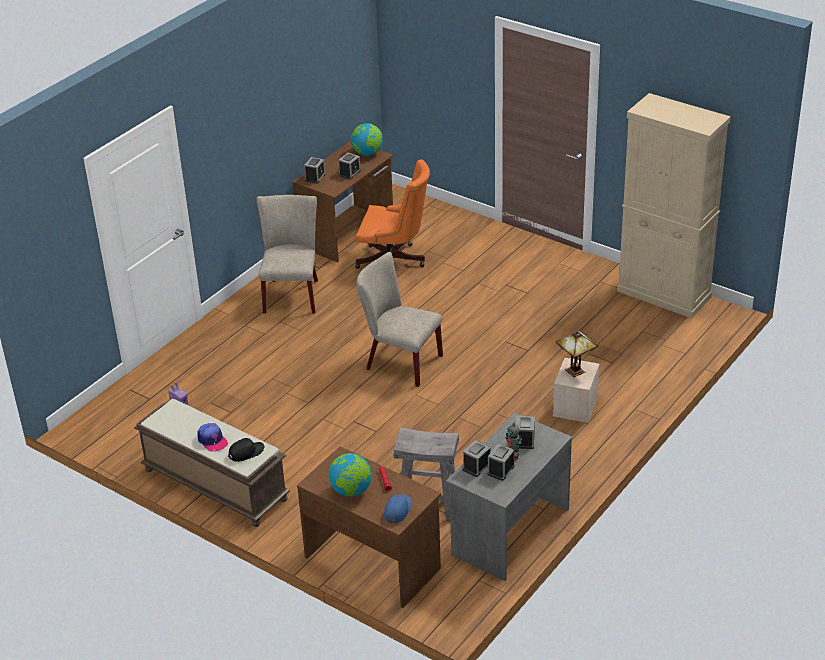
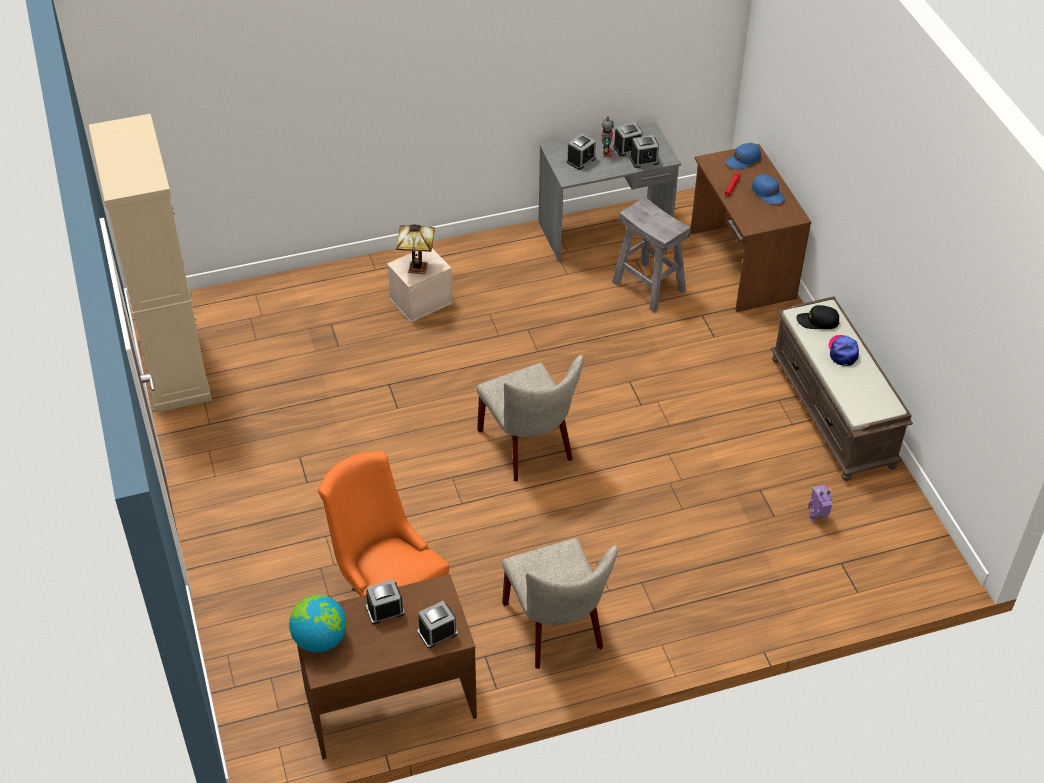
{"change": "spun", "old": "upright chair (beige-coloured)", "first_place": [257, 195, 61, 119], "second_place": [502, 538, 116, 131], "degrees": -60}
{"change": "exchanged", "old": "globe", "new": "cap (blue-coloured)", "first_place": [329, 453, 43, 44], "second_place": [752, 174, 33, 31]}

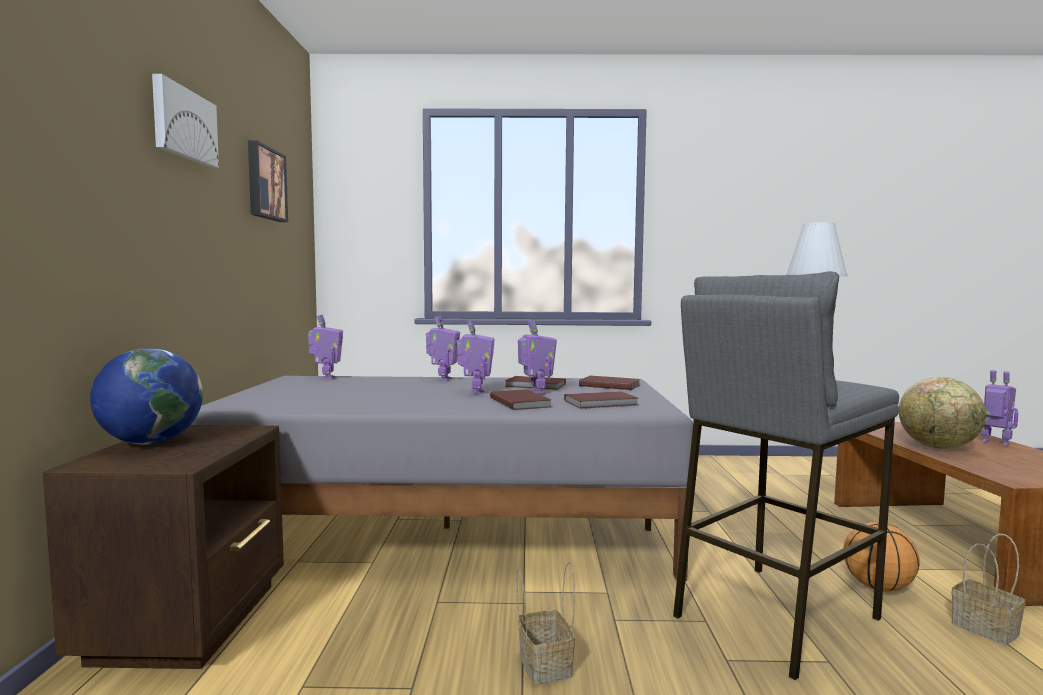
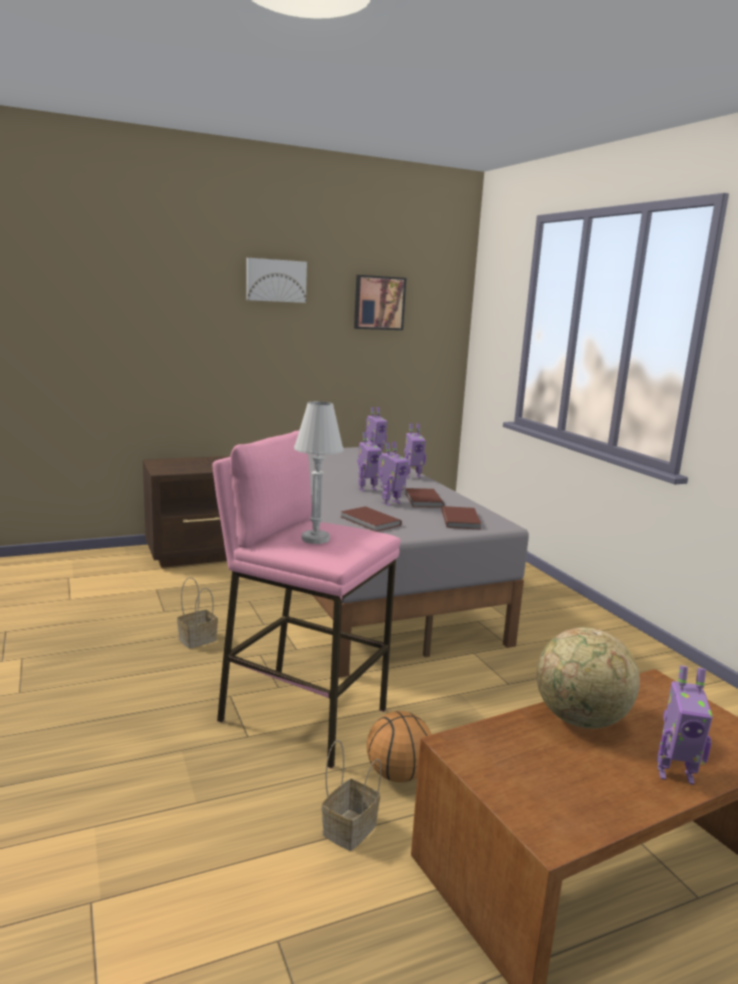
{"change": "colour", "old": "stool (greyish)", "new": "stool (pink)", "first_place": [673, 271, 226, 409], "second_place": [212, 431, 189, 338]}
{"change": "missing", "old": "globe", "first_place": [90, 348, 113, 97]}
{"change": "spun", "old": "model robot", "first_place": [981, 370, 37, 76], "second_place": [657, 665, 56, 120], "degrees": 75}
{"change": "missing", "old": "bound book (brown)", "first_place": [490, 389, 61, 21]}

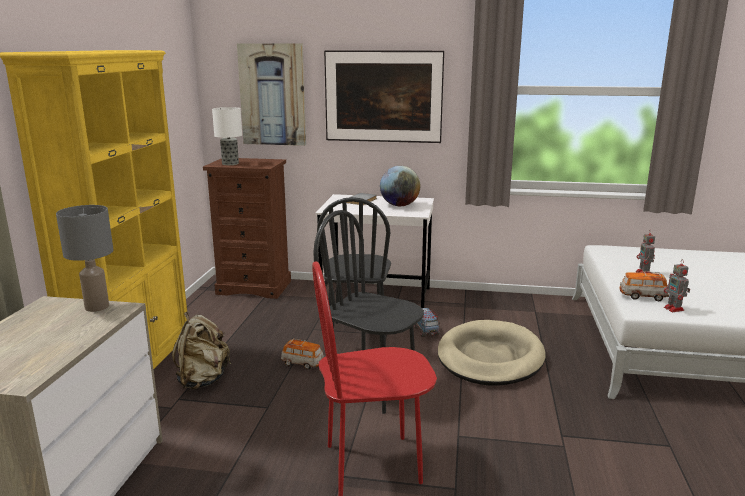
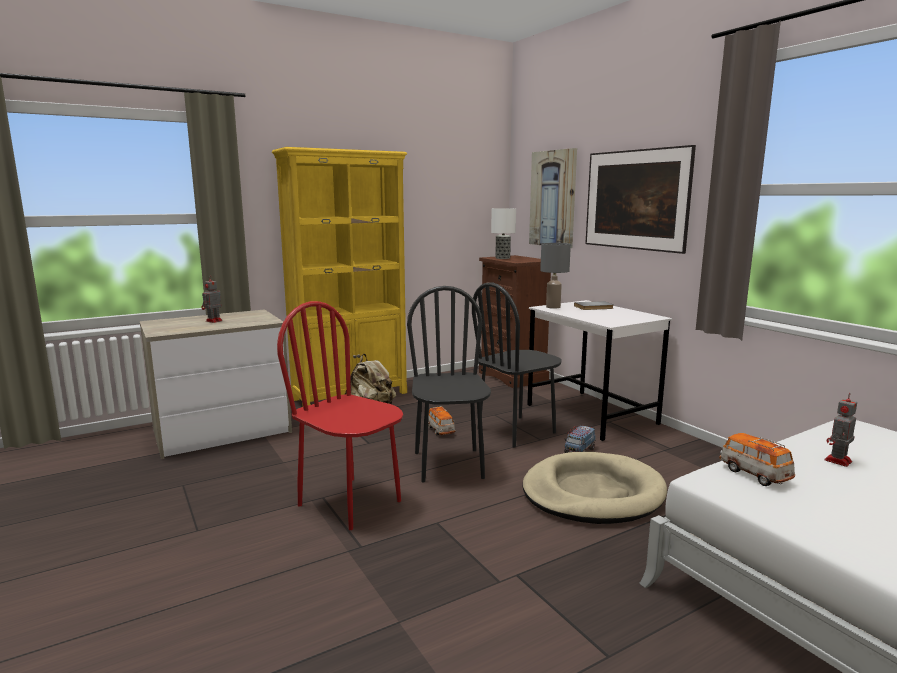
{"change": "missing", "old": "globe", "first_place": [380, 166, 40, 40]}
{"change": "relocated", "old": "table lamp (greyish)", "first_place": [56, 205, 58, 107], "second_place": [540, 243, 31, 66]}
{"change": "relocated", "old": "model robot", "first_place": [664, 259, 26, 53], "second_place": [201, 279, 21, 44]}

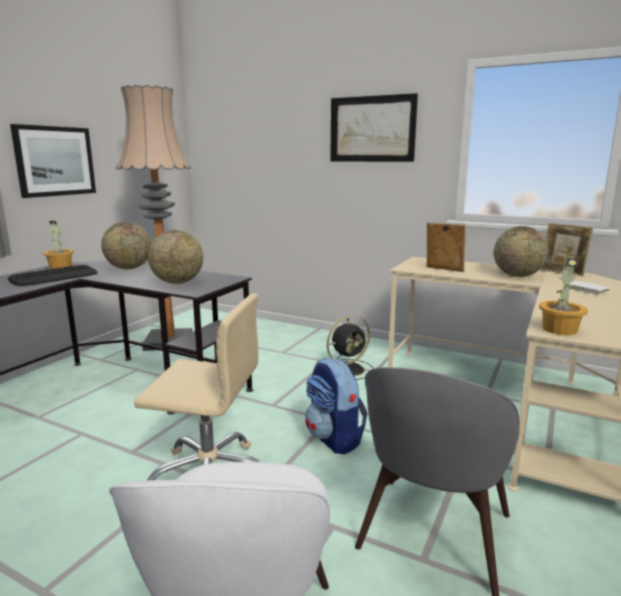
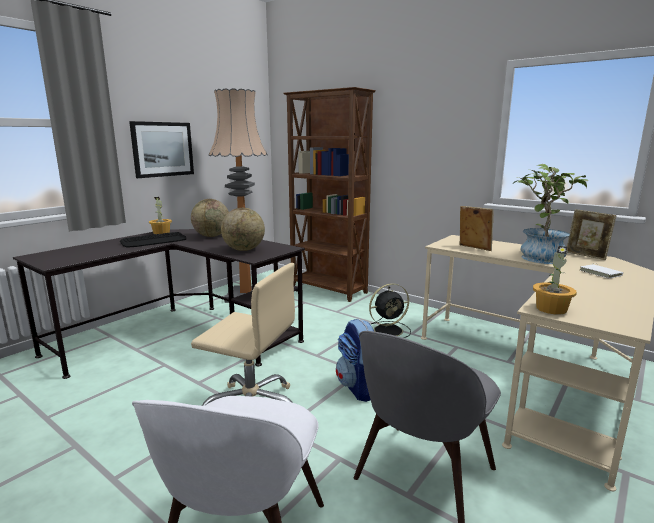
{"change": "missing", "old": "picture", "first_place": [330, 93, 88, 69]}
{"change": "exchanged", "old": "globe", "new": "plant in a pot", "first_place": [494, 226, 55, 51], "second_place": [513, 164, 75, 100]}
{"change": "appeared", "new": "shelving unit (brown)", "second_place": [283, 87, 93, 215]}

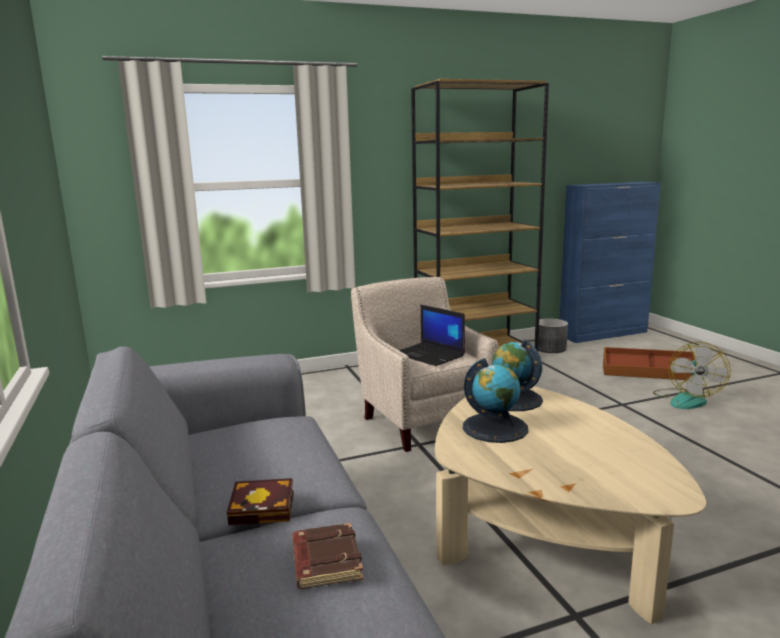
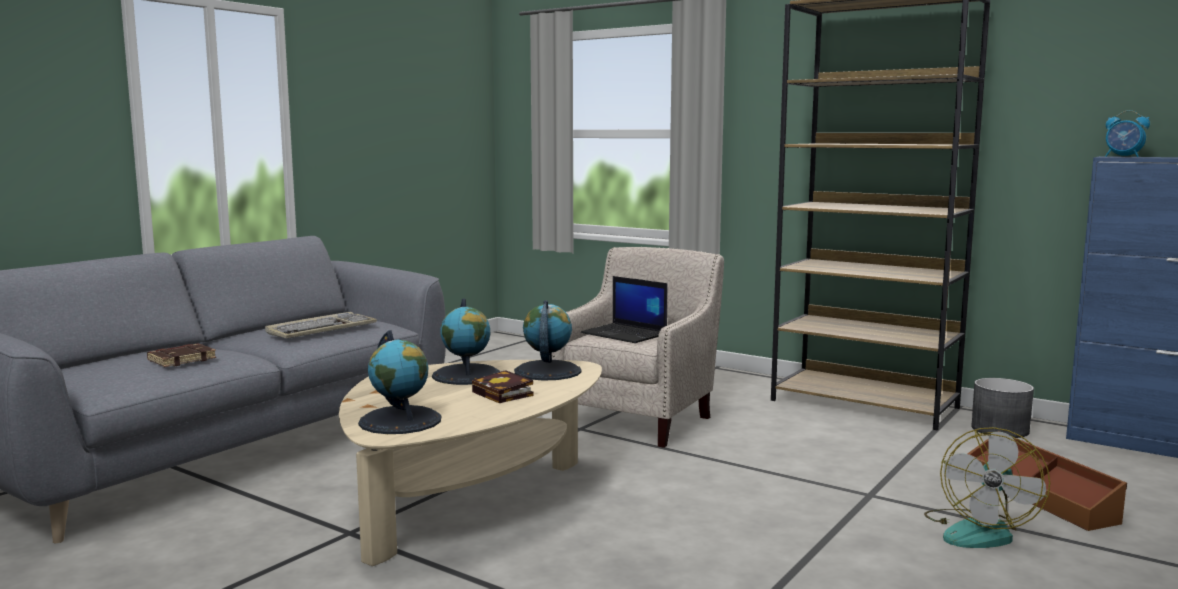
{"change": "spun", "old": "laptop", "first_place": [399, 305, 66, 61], "second_place": [581, 276, 86, 67], "degrees": -60}
{"change": "spun", "old": "fan", "first_place": [653, 342, 78, 67], "second_place": [924, 427, 126, 121], "degrees": -45}
{"change": "relocated", "old": "bound book", "first_place": [227, 478, 67, 47], "second_place": [472, 370, 62, 33]}
{"change": "appeared", "new": "alarm clock", "second_place": [1105, 110, 45, 47]}
{"change": "appeared", "new": "PC keyboard", "second_place": [265, 312, 112, 26]}
{"change": "appeared", "new": "globe", "second_place": [358, 330, 83, 104]}

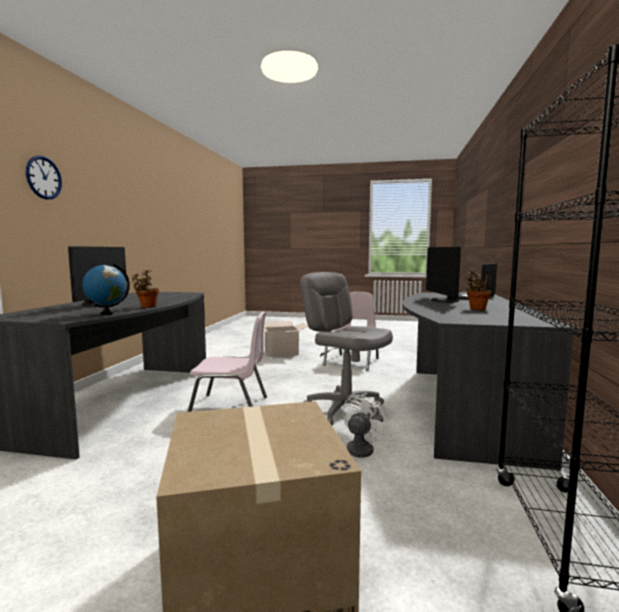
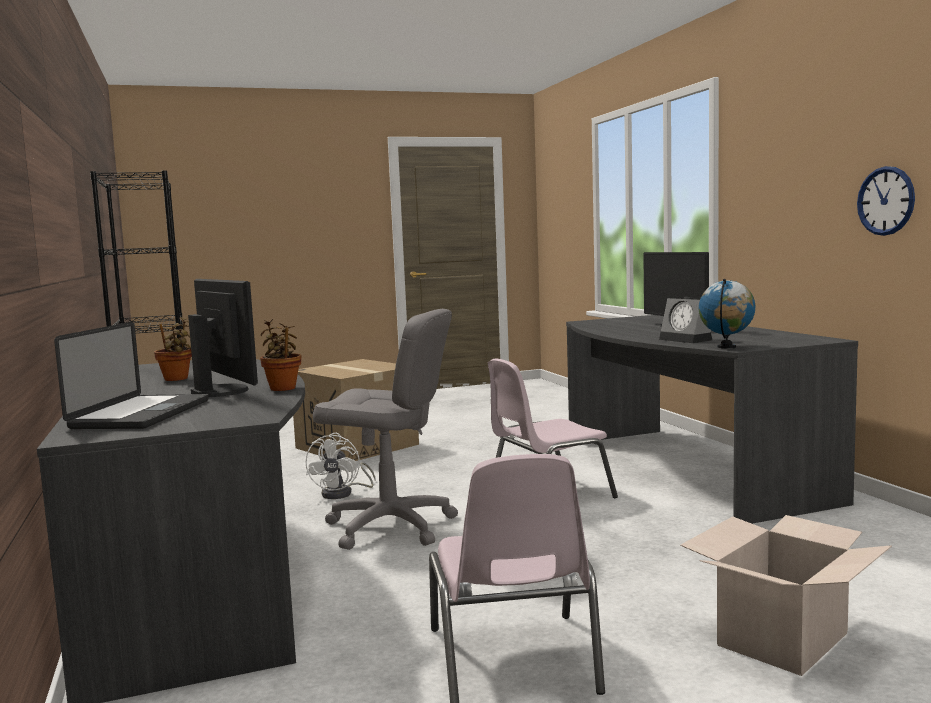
{"change": "relocated", "old": "clock on the wall", "first_place": [26, 156, 36, 43], "second_place": [857, 166, 58, 70]}
{"change": "relocated", "old": "globe", "first_place": [82, 263, 48, 52], "second_place": [699, 279, 56, 69]}
{"change": "relocated", "old": "plant in a pot", "first_place": [131, 270, 28, 38], "second_place": [260, 319, 42, 72]}
{"change": "appeared", "new": "alarm clock", "second_place": [659, 297, 53, 46]}

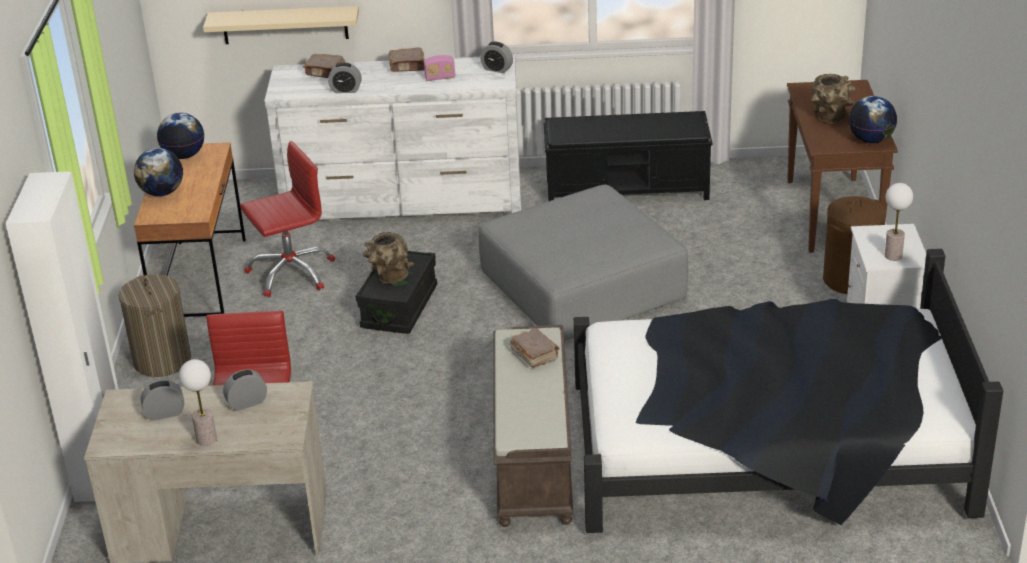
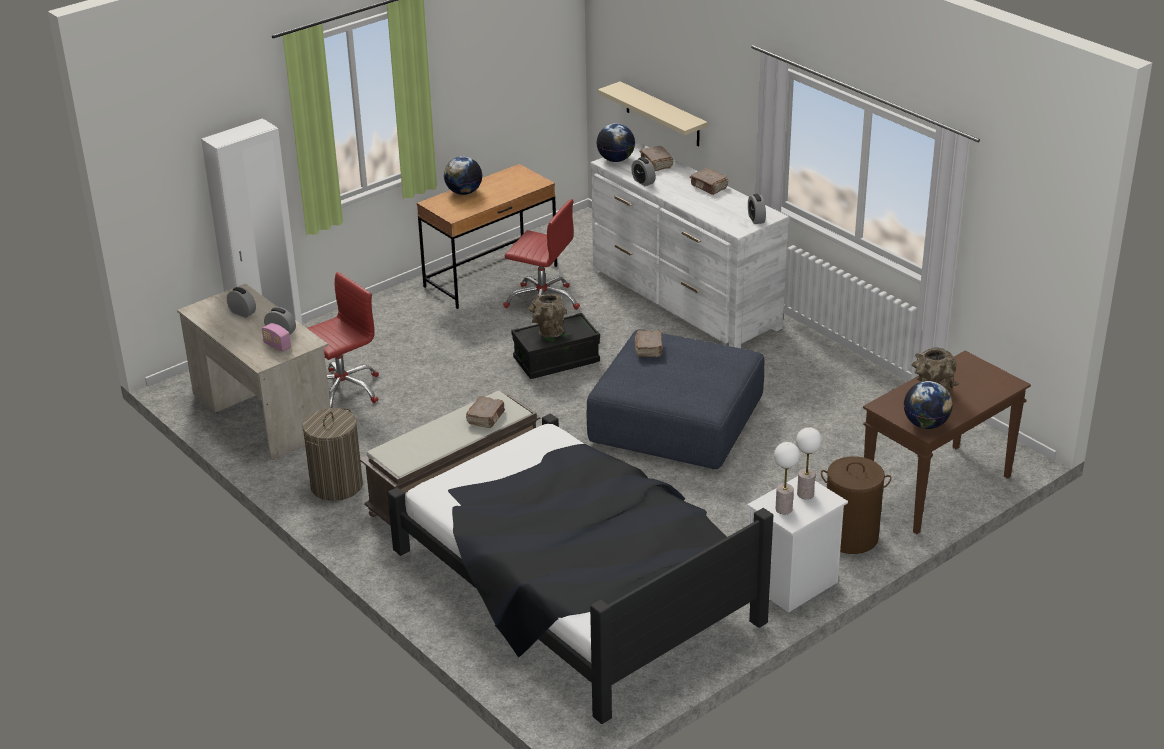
{"change": "relocated", "old": "radio", "first_place": [424, 55, 31, 26], "second_place": [262, 323, 29, 29]}
{"change": "missing", "old": "indoor bench (black-coloured)", "first_place": [544, 111, 169, 90]}
{"change": "relocated", "old": "globe", "first_place": [157, 113, 47, 46], "second_place": [596, 123, 39, 39]}
{"change": "colour", "old": "ottoman (greyish)", "new": "ottoman (blue-coloured)", "first_place": [478, 185, 210, 156], "second_place": [587, 329, 177, 140]}
{"change": "relocated", "old": "hamper", "first_place": [119, 274, 72, 103], "second_place": [302, 408, 61, 93]}
{"change": "relocated", "old": "table lamp", "first_place": [179, 359, 38, 87], "second_place": [796, 427, 26, 72]}
{"change": "appeared", "new": "bound book (brown)", "second_place": [635, 330, 28, 27]}

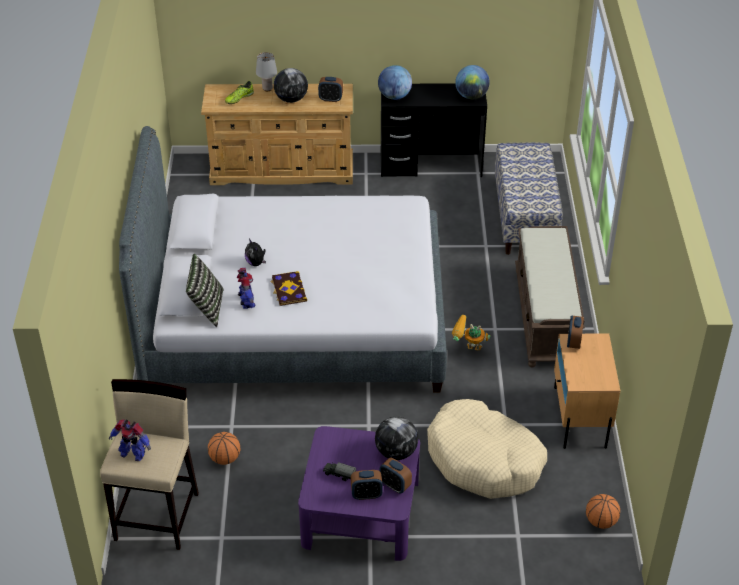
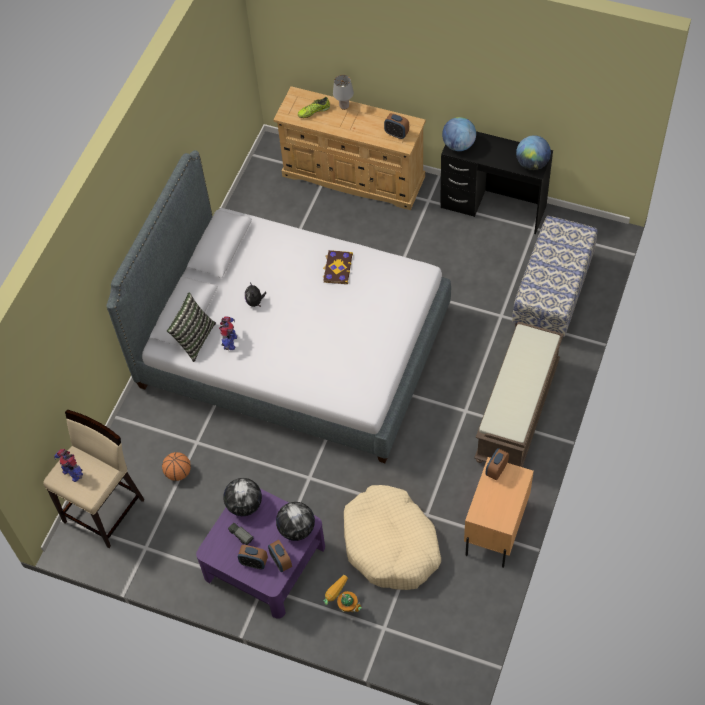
{"change": "relocated", "old": "globe", "first_place": [274, 68, 34, 35], "second_place": [223, 478, 39, 38]}
{"change": "relocated", "old": "bound book", "first_place": [270, 271, 37, 35], "second_place": [323, 250, 30, 34]}
{"change": "relocated", "old": "model robot", "first_place": [452, 315, 39, 36], "second_place": [324, 575, 38, 37]}
{"change": "missing", "old": "basketball", "first_place": [586, 494, 34, 35]}

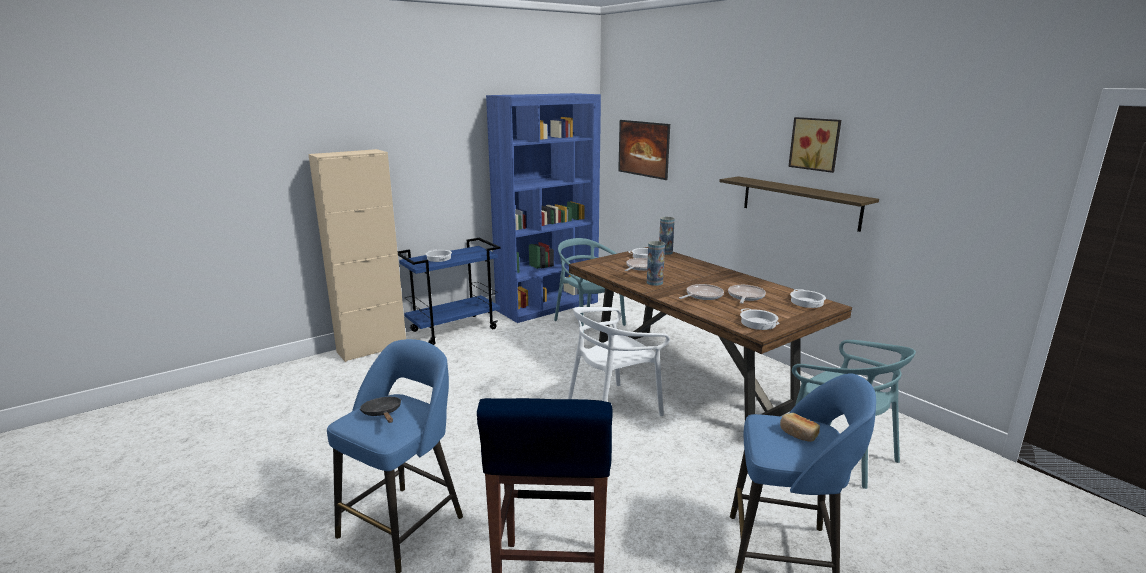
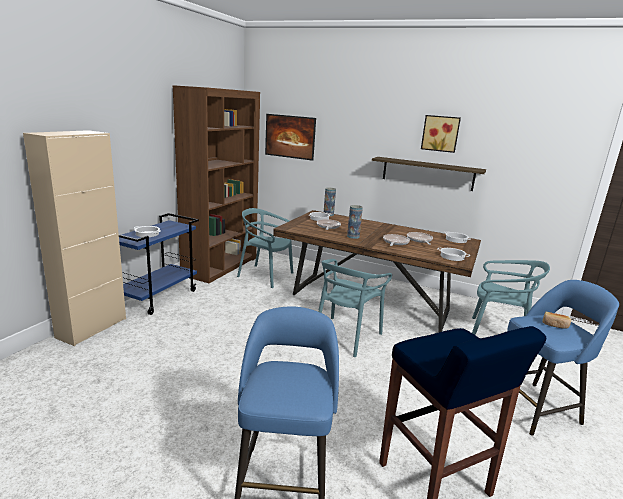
{"change": "colour", "old": "shelving unit (blue-coloured)", "new": "shelving unit (brown)", "first_place": [486, 93, 115, 230], "second_place": [173, 85, 87, 198]}
{"change": "colour", "old": "upright chair (white)", "new": "upright chair (blue-green)", "first_place": [568, 307, 102, 109], "second_place": [318, 259, 74, 98]}
{"change": "missing", "old": "pan (black-coloured)", "first_place": [360, 397, 42, 26]}

